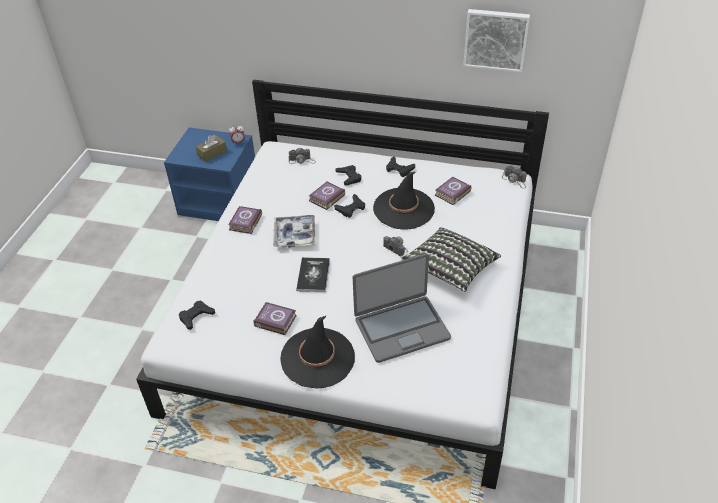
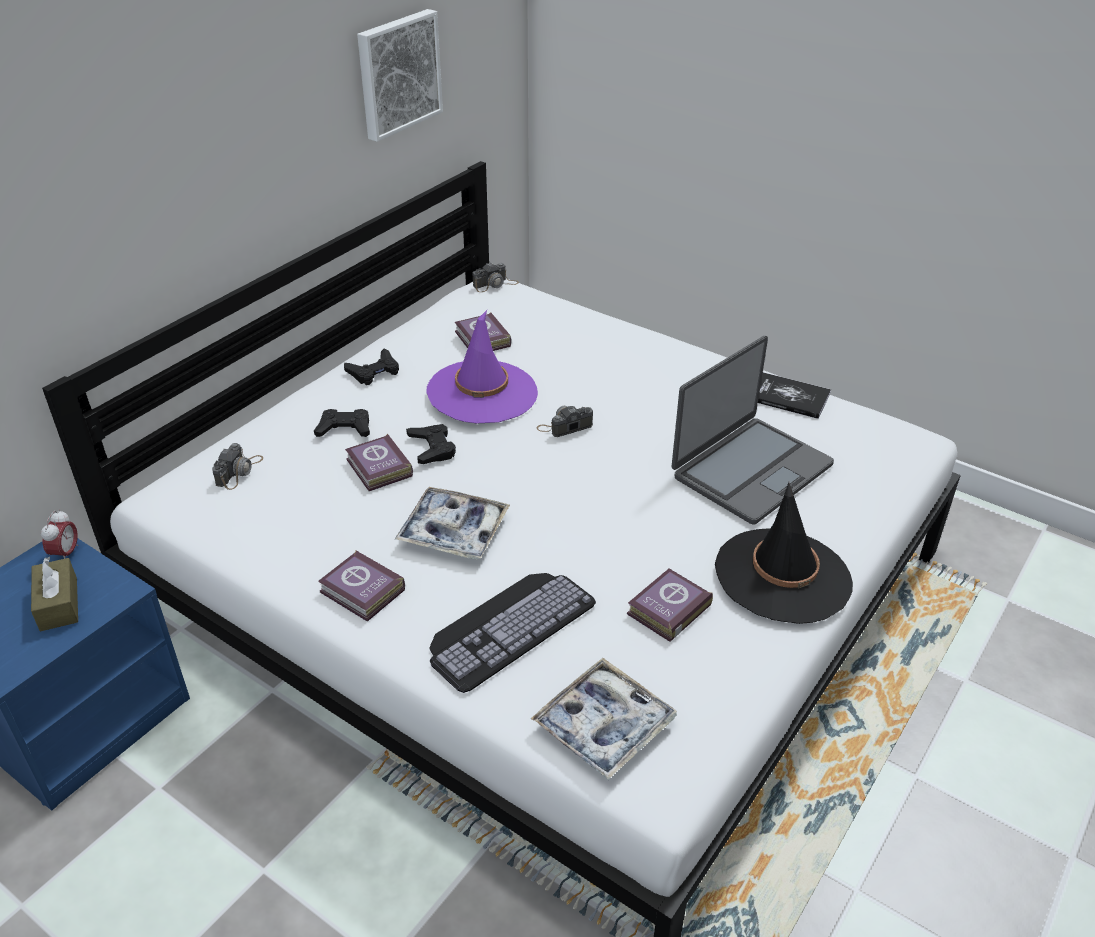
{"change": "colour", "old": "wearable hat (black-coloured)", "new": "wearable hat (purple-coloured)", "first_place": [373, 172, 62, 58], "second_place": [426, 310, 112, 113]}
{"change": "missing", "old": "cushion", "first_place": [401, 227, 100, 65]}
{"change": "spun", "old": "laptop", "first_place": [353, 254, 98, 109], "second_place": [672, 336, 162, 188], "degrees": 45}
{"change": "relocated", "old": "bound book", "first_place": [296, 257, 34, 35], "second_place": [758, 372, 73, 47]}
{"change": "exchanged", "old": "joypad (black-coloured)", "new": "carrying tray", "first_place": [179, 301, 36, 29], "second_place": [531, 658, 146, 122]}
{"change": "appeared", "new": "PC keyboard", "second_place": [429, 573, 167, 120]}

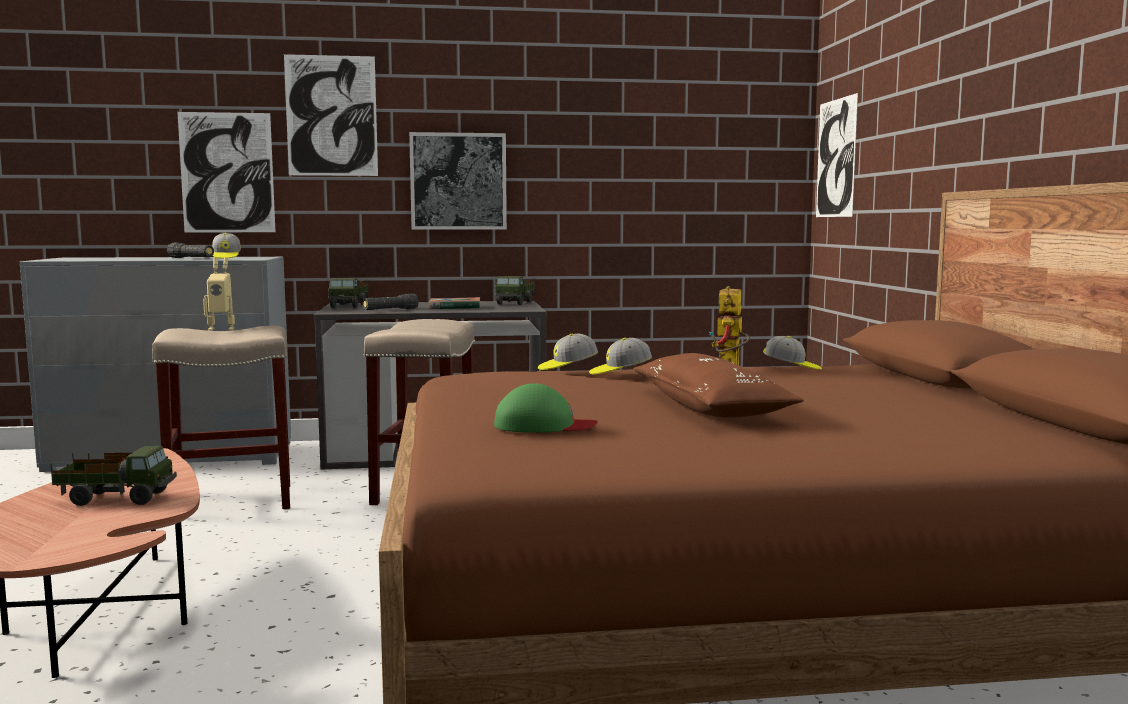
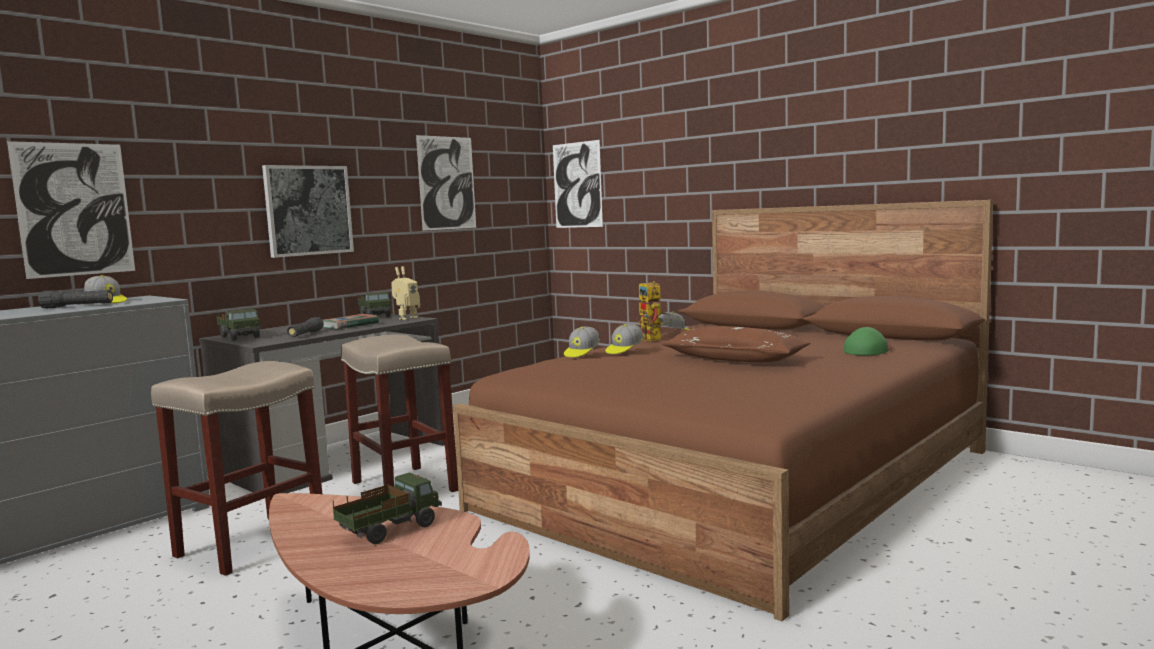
{"change": "relocated", "old": "picture", "first_place": [284, 54, 94, 122], "second_place": [416, 135, 60, 96]}
{"change": "relocated", "old": "model robot", "first_place": [203, 257, 32, 74], "second_place": [391, 266, 29, 54]}
{"change": "relocated", "old": "cap (green)", "first_place": [494, 383, 104, 50], "second_place": [844, 327, 48, 29]}

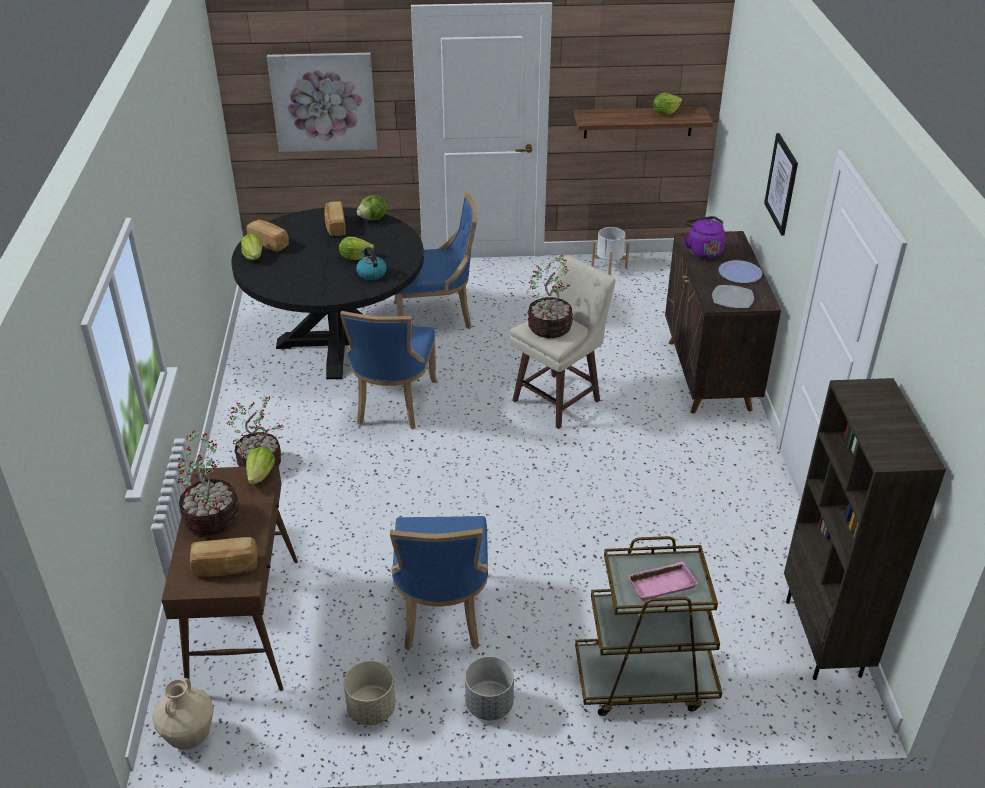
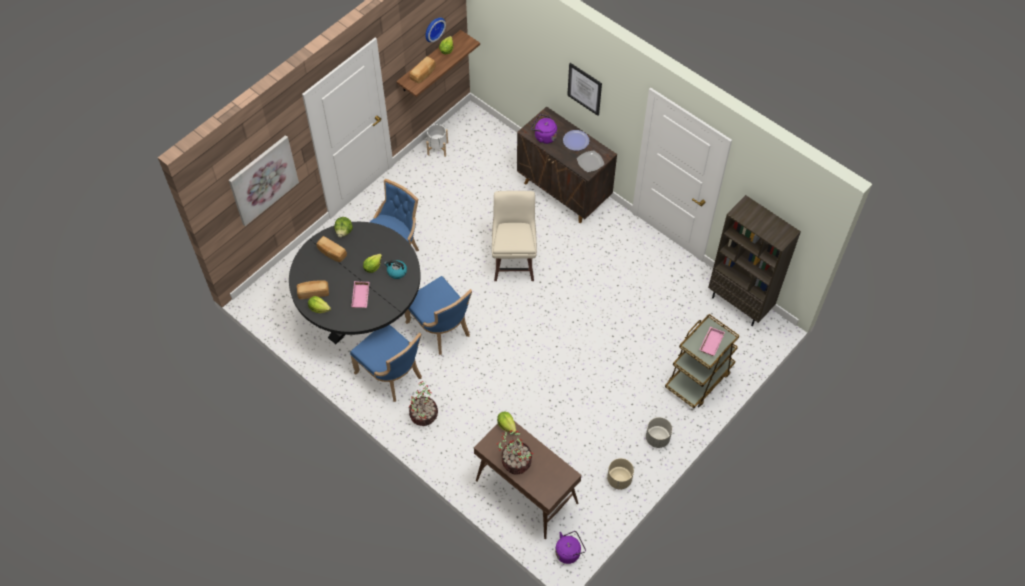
{"change": "missing", "old": "plant in a pot", "first_place": [528, 255, 45, 84]}
{"change": "relocated", "old": "upright chair (blue-coloured)", "first_place": [390, 516, 98, 135], "second_place": [350, 325, 72, 77]}
{"change": "relocated", "old": "bakery bread", "first_place": [190, 537, 68, 40], "second_place": [410, 56, 26, 27]}
{"change": "exchanged", "old": "decorative vase (beige-coloured)", "new": "tea kettle (purple-coloured)", "first_place": [152, 678, 62, 72], "second_place": [555, 531, 31, 33]}
{"change": "appeared", "new": "clock on the wall", "second_place": [426, 17, 20, 25]}
{"change": "appeared", "new": "carrying tray (pink)", "second_place": [351, 281, 18, 27]}

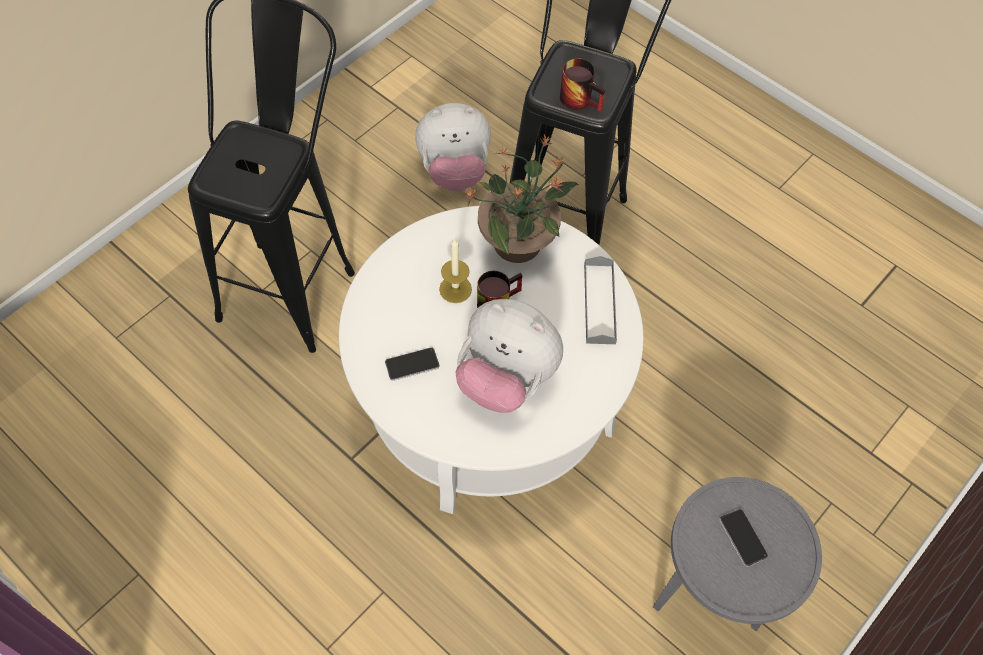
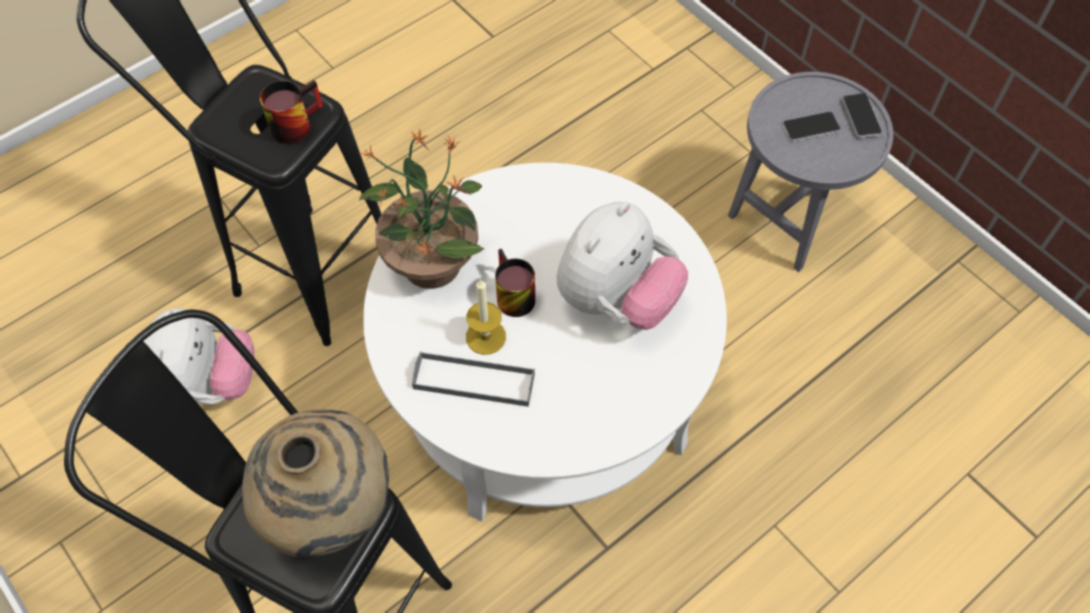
{"change": "relocated", "old": "carrying tray (greyish)", "first_place": [584, 256, 33, 88], "second_place": [412, 351, 123, 56]}
{"change": "relocated", "old": "handset", "first_place": [385, 347, 55, 34], "second_place": [842, 93, 40, 45]}
{"change": "appeared", "new": "decorative vase (beige-coloured)", "second_place": [242, 410, 147, 147]}

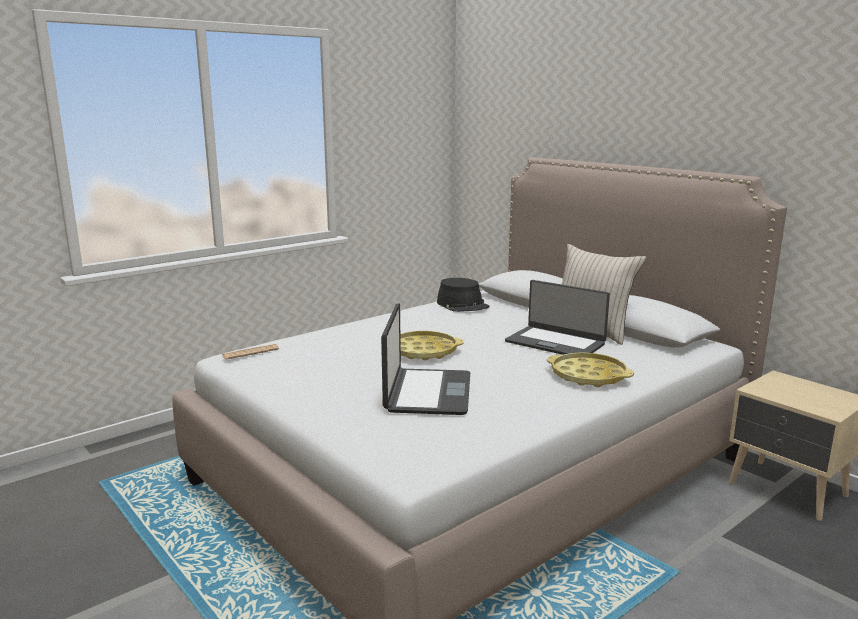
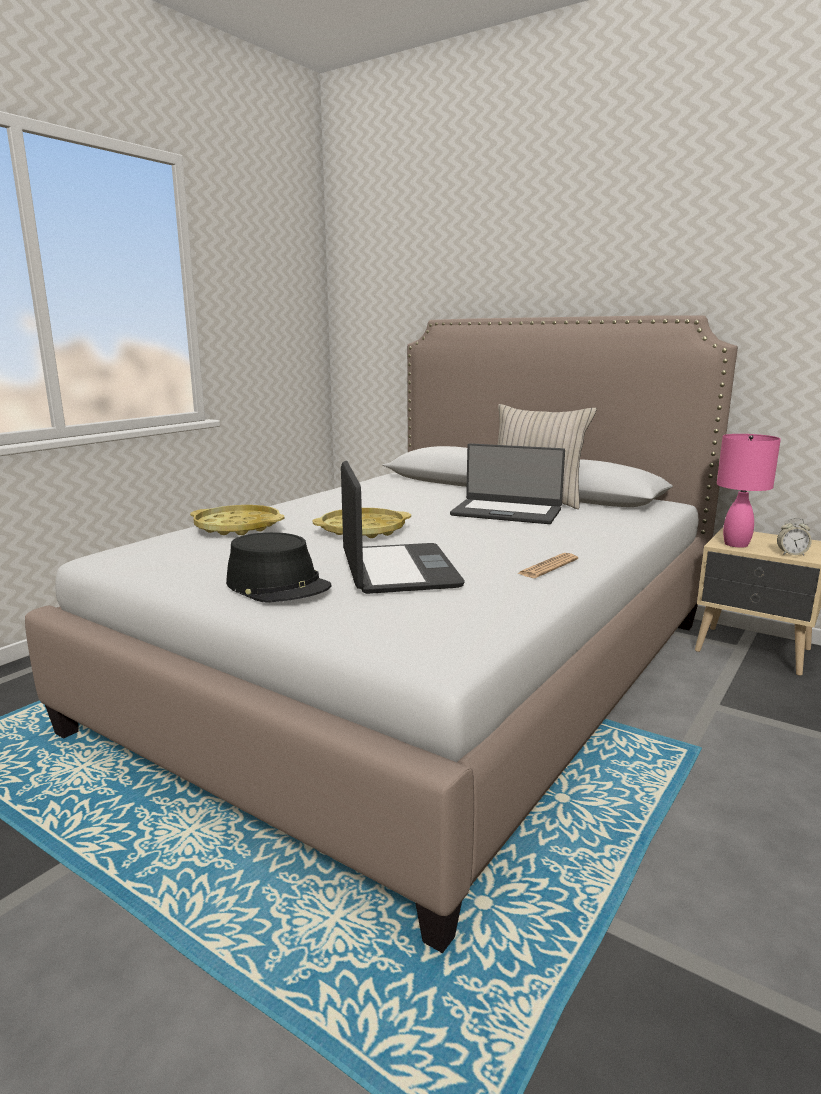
{"change": "relocated", "old": "wearable hat (black-coloured)", "first_place": [437, 278, 53, 34], "second_place": [226, 532, 106, 70]}
{"change": "relocated", "old": "printed paper", "first_place": [222, 344, 57, 16], "second_place": [517, 553, 61, 25]}
{"change": "relocated", "old": "carrying tray (yellow)", "first_place": [547, 352, 87, 35], "second_place": [190, 505, 95, 30]}
{"change": "appeared", "new": "table lamp (pink)", "second_place": [717, 434, 64, 114]}
{"change": "appeared", "new": "alarm clock", "second_place": [777, 518, 35, 38]}

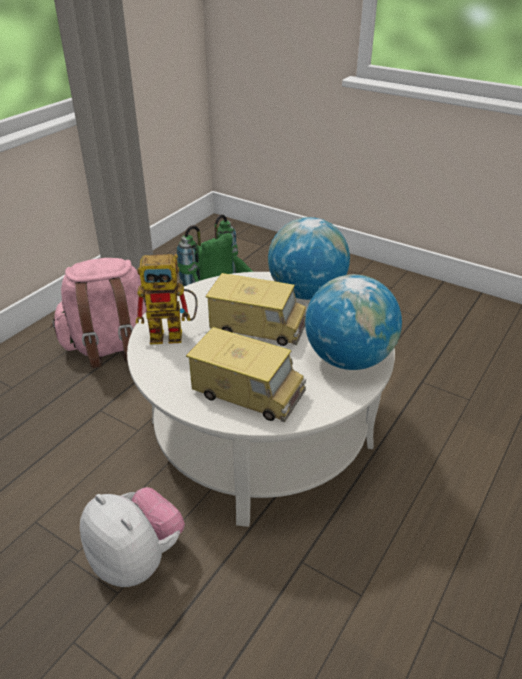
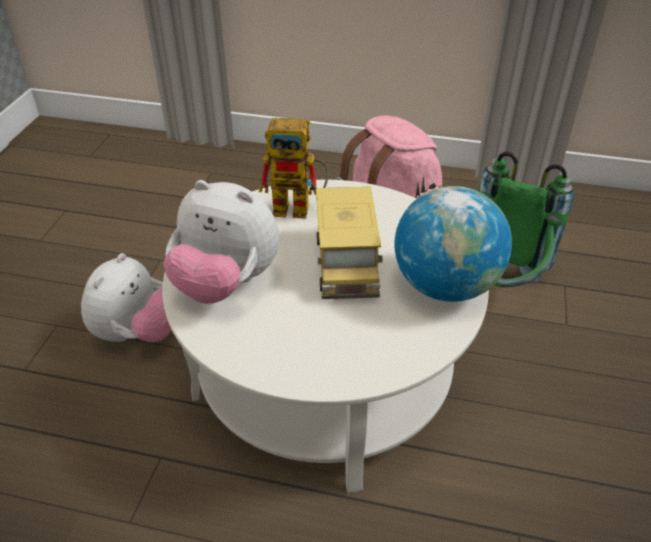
{"change": "spun", "old": "model robot", "first_place": [135, 254, 63, 91], "second_place": [259, 118, 70, 101], "degrees": -60}
{"change": "missing", "old": "globe", "first_place": [305, 274, 97, 96]}
{"change": "exchanged", "old": "toy lorry", "new": "plush toy", "first_place": [186, 327, 120, 95], "second_place": [163, 180, 116, 124]}

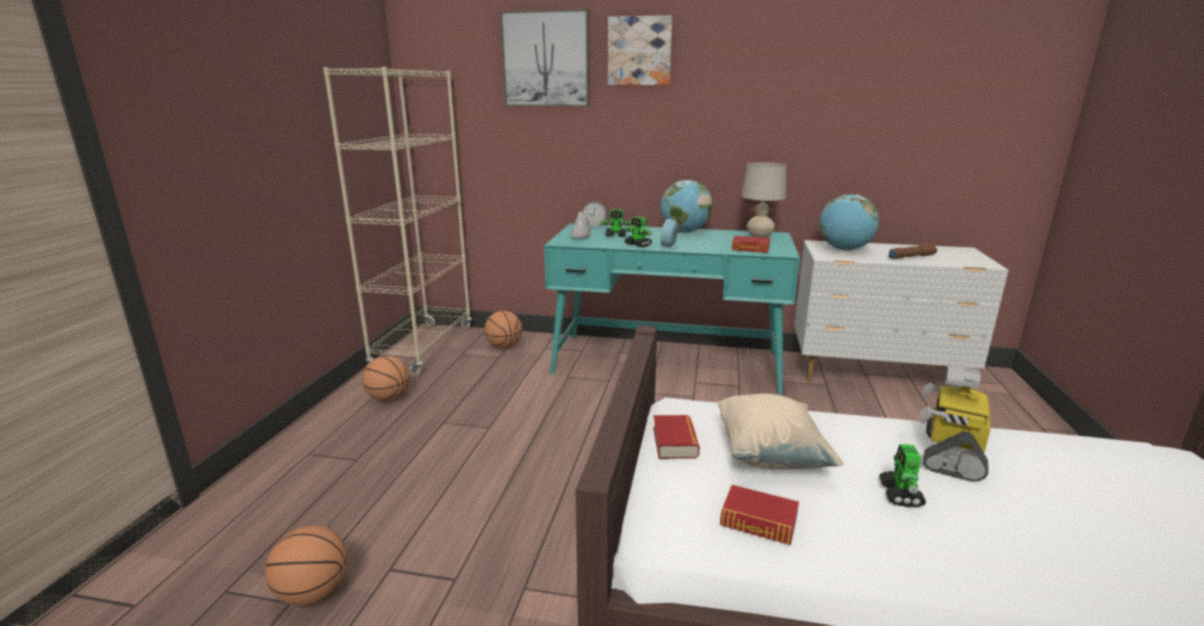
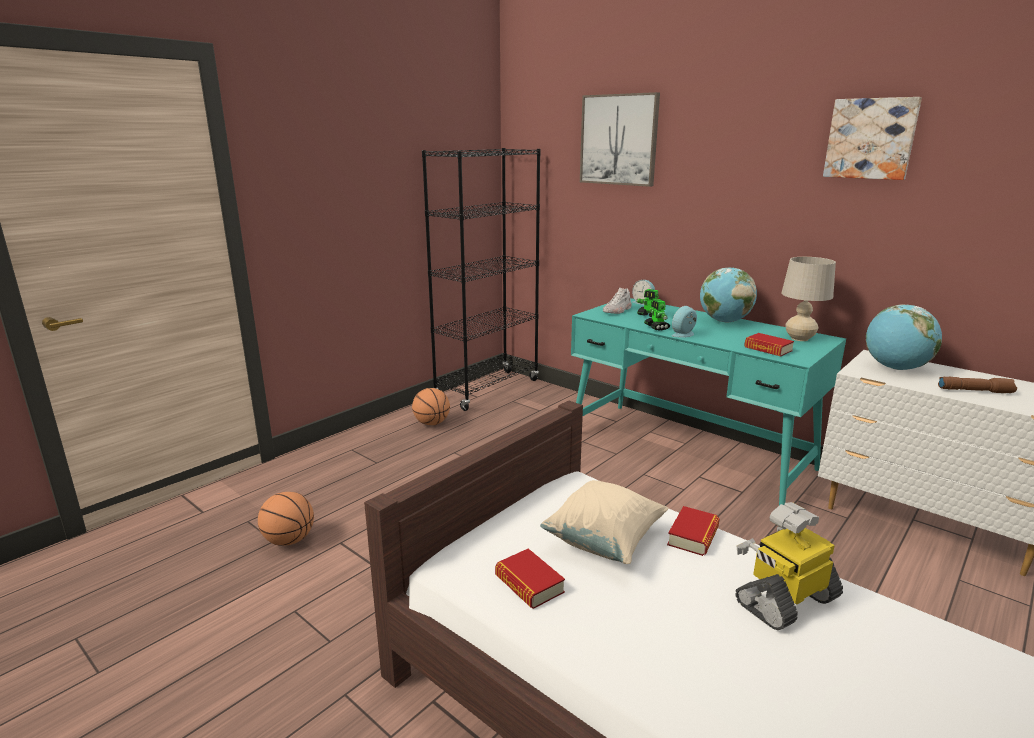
{"change": "relocated", "old": "picture", "first_place": [608, 15, 65, 70], "second_place": [823, 97, 99, 83]}
{"change": "colour", "old": "shelving unit (beige-coloured)", "new": "shelving unit (black-coloured)", "first_place": [323, 67, 149, 309], "second_place": [422, 148, 119, 263]}
{"change": "missing", "old": "basketball", "first_place": [484, 311, 38, 37]}
{"change": "relocated", "old": "bound book", "first_place": [653, 415, 47, 44], "second_place": [667, 506, 53, 50]}
{"change": "missing", "old": "model robot", "first_place": [879, 444, 47, 63]}

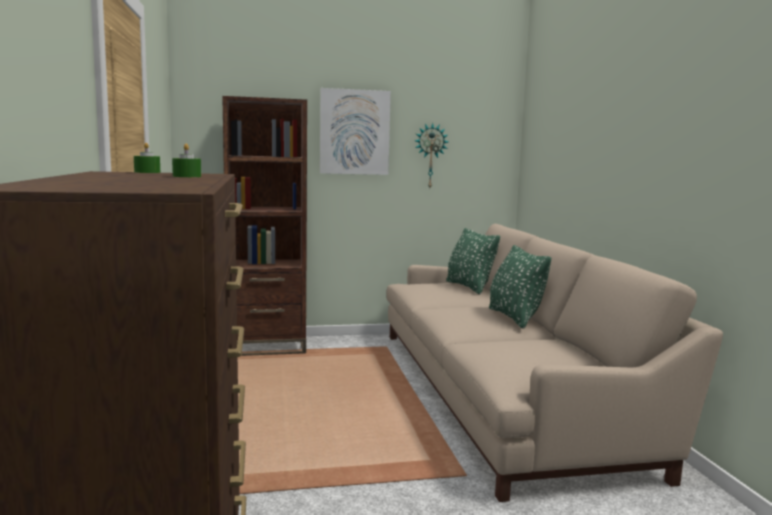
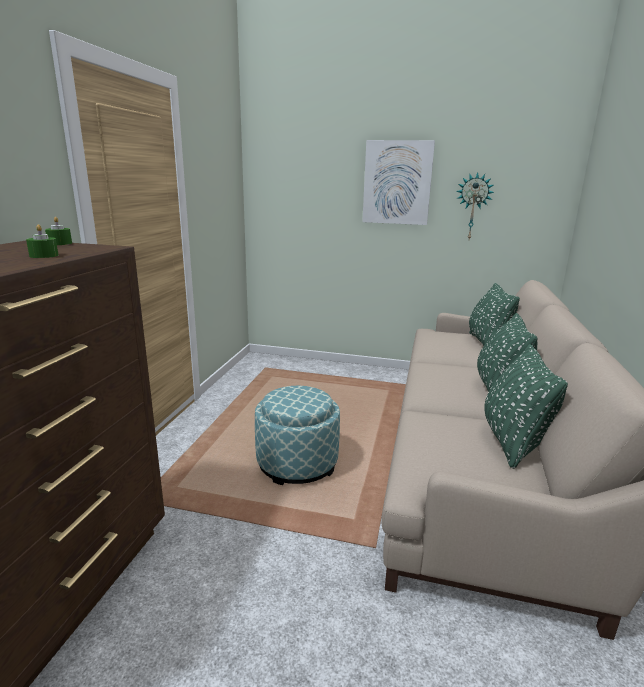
{"change": "missing", "old": "shelving unit (brown)", "first_place": [222, 96, 85, 260]}
{"change": "appeared", "new": "cushion (green)", "second_place": [484, 344, 84, 125]}
{"change": "appeared", "new": "ottoman", "second_place": [255, 386, 85, 99]}

